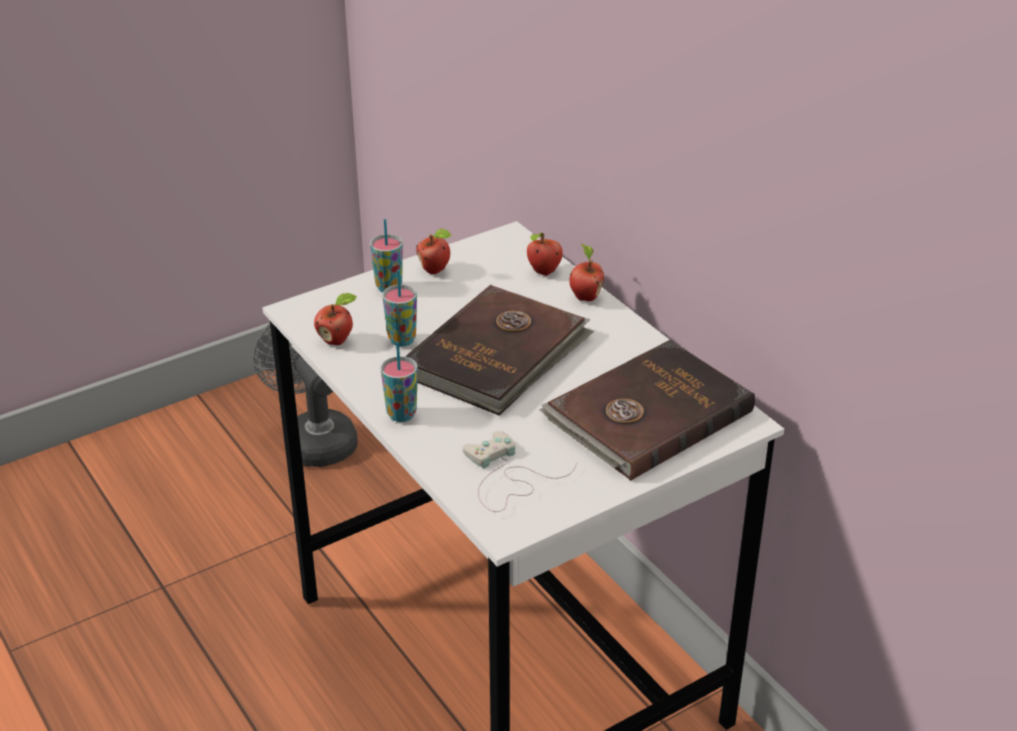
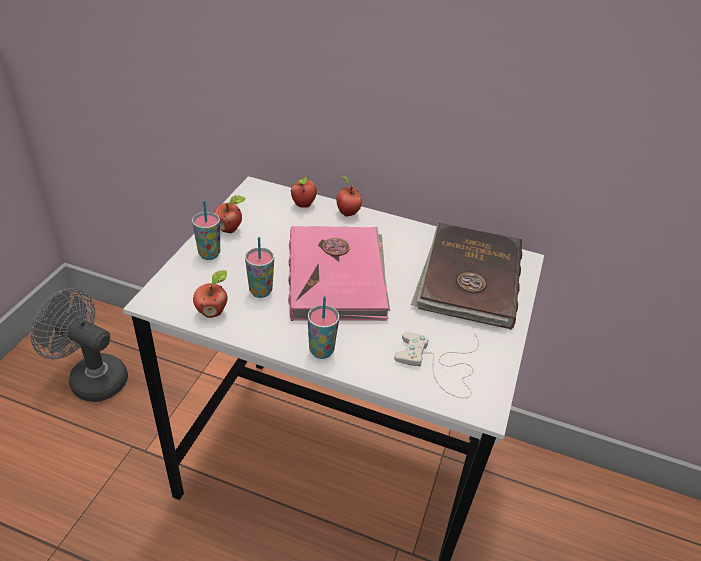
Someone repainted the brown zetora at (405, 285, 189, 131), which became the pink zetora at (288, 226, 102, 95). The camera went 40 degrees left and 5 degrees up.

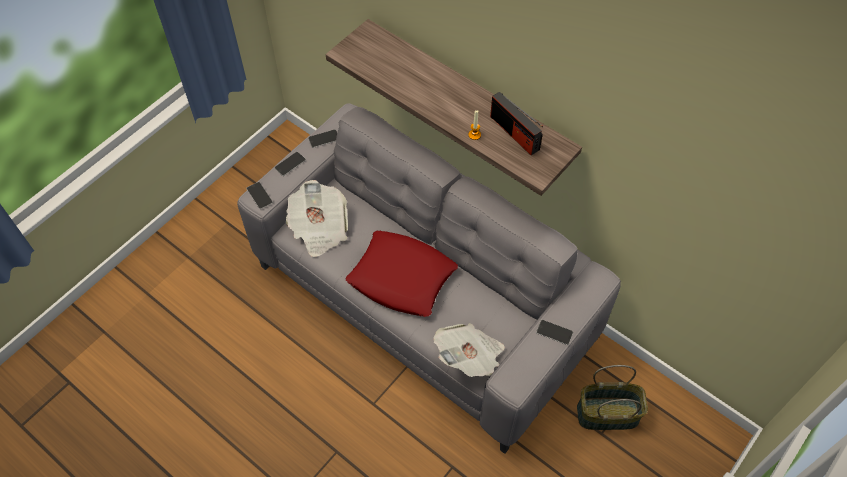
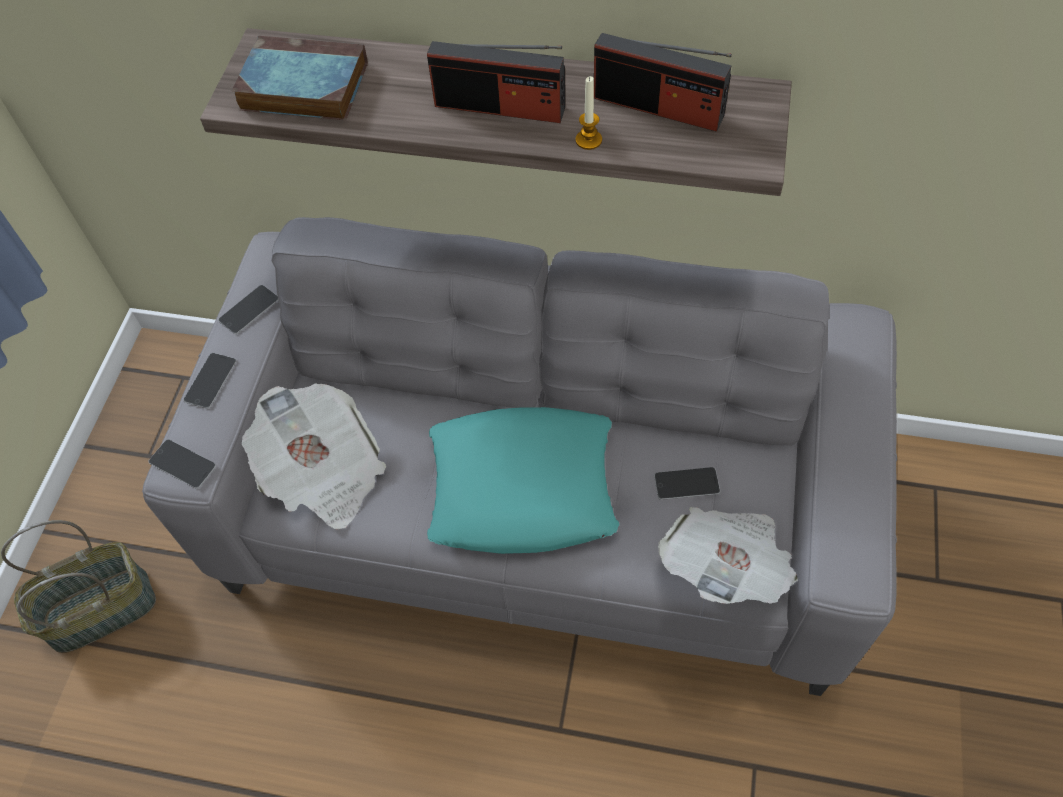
Someone carried the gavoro from (577, 365, 71, 65) to (1, 520, 155, 133). Someone put down the zetora at (232, 36, 136, 84). Someone put down the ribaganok at (427, 41, 138, 82). Someone repainted the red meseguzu at (346, 231, 112, 86), which became the turquoise meseguzu at (427, 407, 192, 147). Someone carried the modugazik from (536, 320, 37, 25) to (654, 467, 66, 33). The camera went 25 degrees left and 0 degrees up.

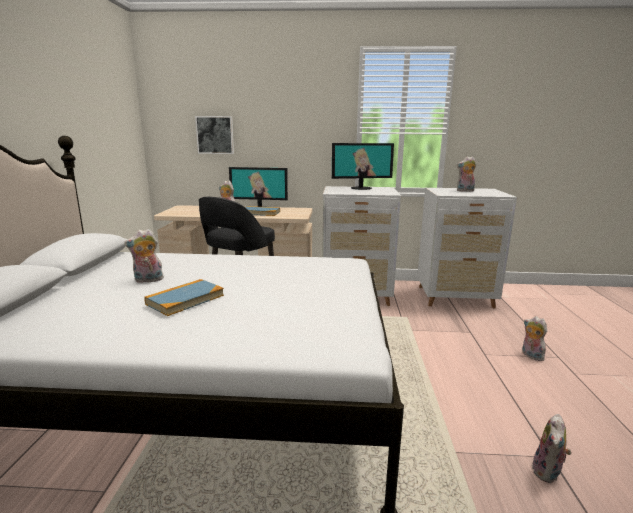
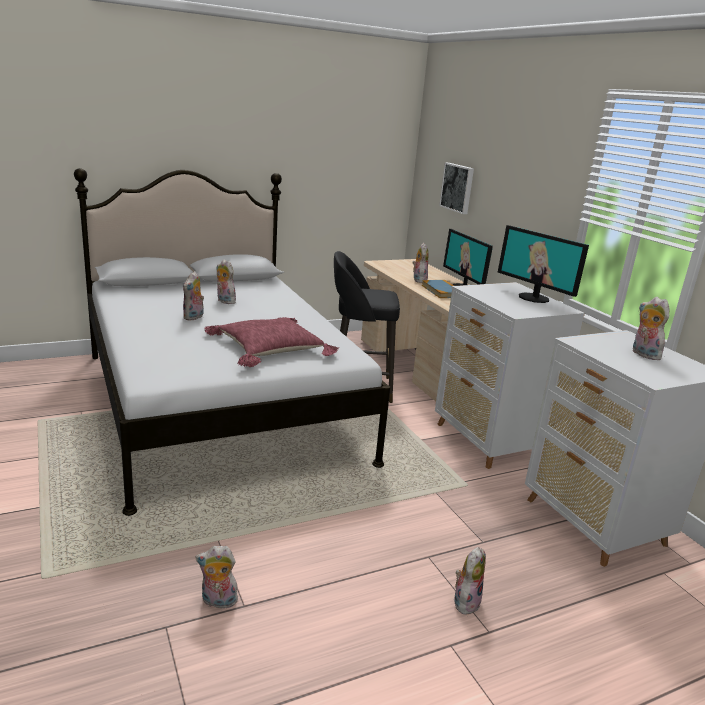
Someone swapped the zetora at (144, 279, 80, 37) for the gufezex at (183, 271, 21, 50). Someone put down the red meseguzu at (204, 317, 134, 50). The camera went 60 degrees right and 5 degrees up.

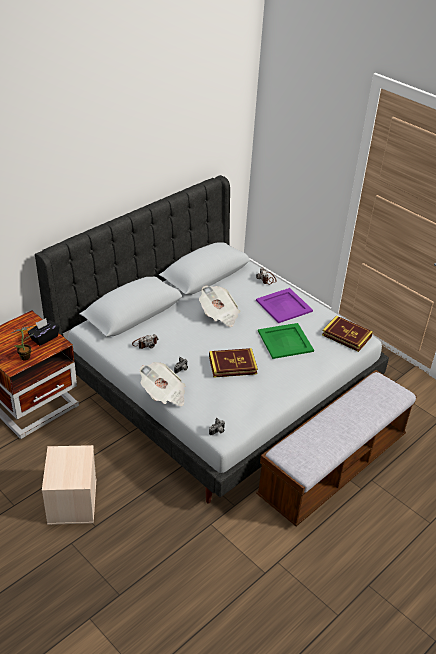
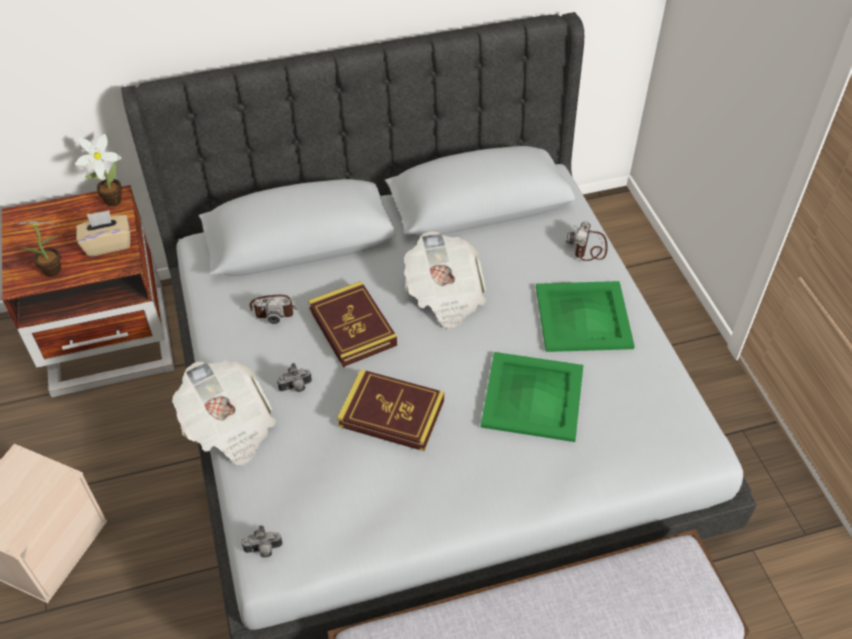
Someone put down the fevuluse at (75, 134, 47, 73). Someone repainted the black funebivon at (28, 318, 32, 28), which became the beige funebivon at (76, 210, 54, 47). Someone carried the zetora from (322, 316, 51, 36) to (308, 281, 89, 86). Someone repainted the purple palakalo at (256, 288, 57, 35), which became the green palakalo at (536, 281, 99, 71). The camera went 30 degrees right and 10 degrees up.

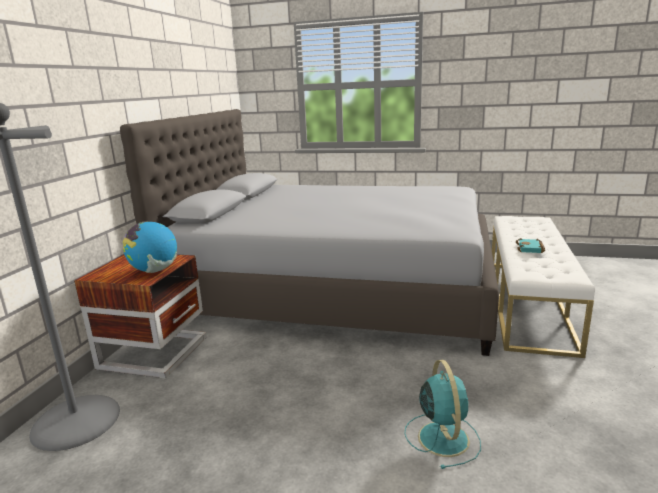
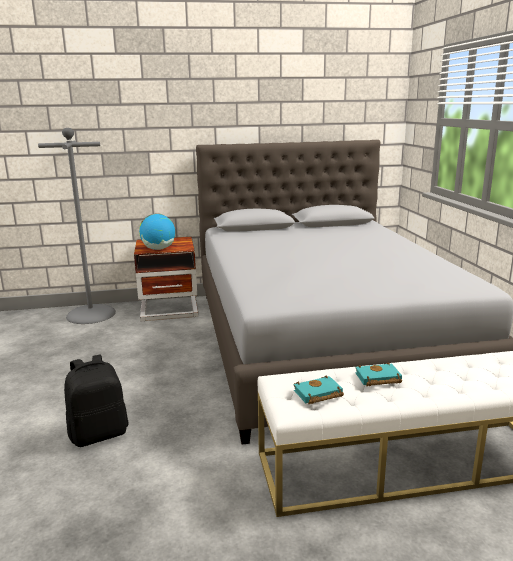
Someone swapped the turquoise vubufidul at (404, 360, 77, 109) for the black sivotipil at (64, 354, 65, 93). Someone put down the turquoise zetora at (293, 375, 51, 29). The camera went 65 degrees right and 0 degrees up.

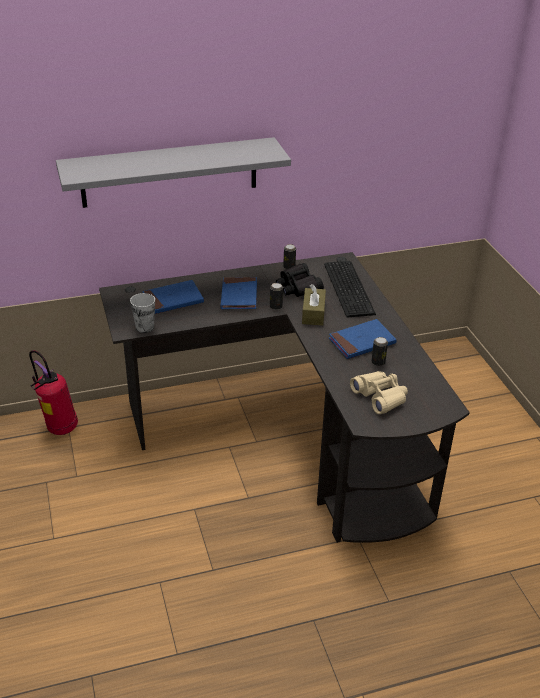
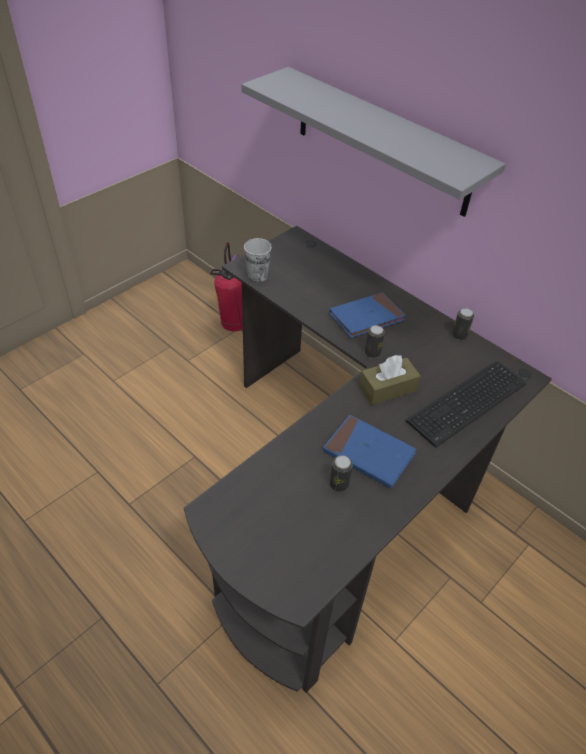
Someone took away the blue zetora at (142, 280, 62, 34). Someone took away the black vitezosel at (276, 263, 48, 34). Someone took away the beige vitezosel at (350, 371, 58, 43). The camera went 60 degrees right and 10 degrees up.

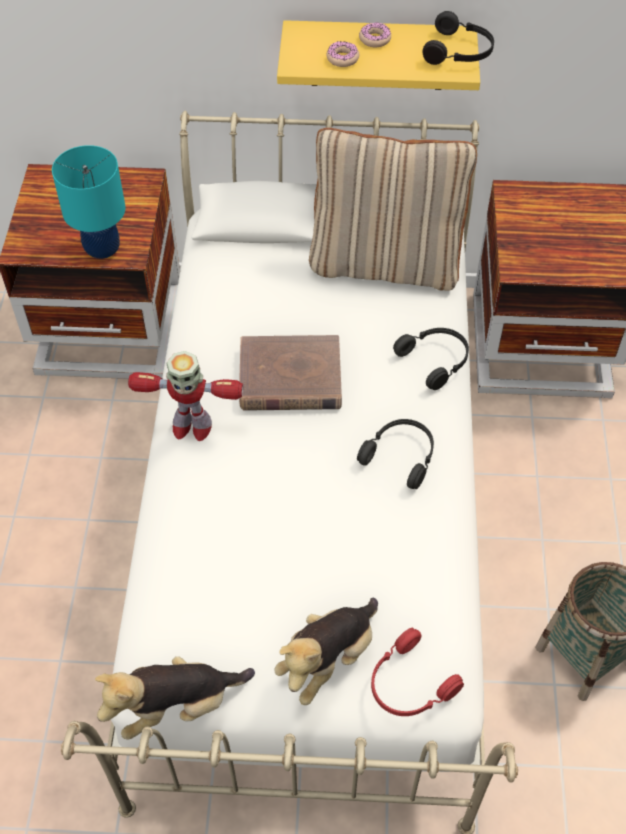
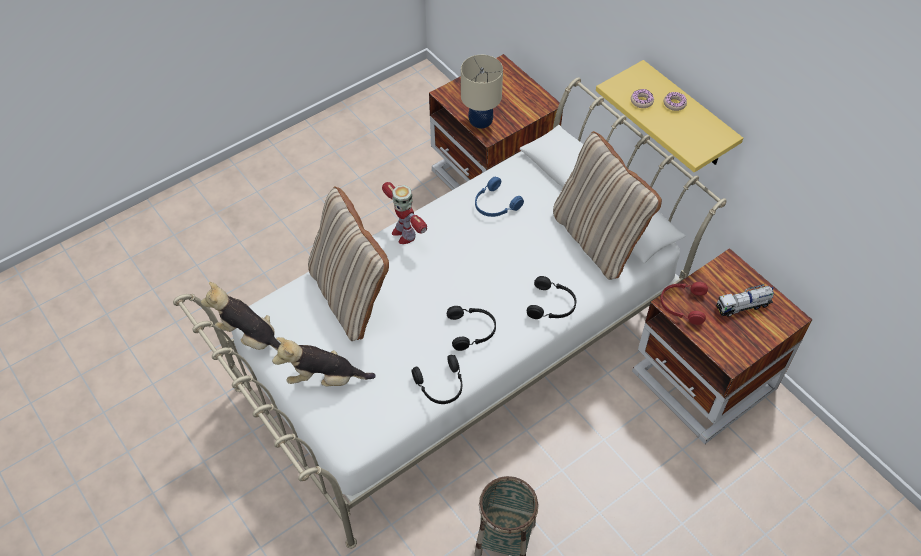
Someone put down the beige meseguzu at (308, 186, 81, 155). Someone carried the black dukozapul from (423, 11, 71, 54) to (411, 355, 51, 49). Someone repainted the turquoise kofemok at (52, 145, 74, 114), which became the beige kofemok at (461, 55, 42, 74). Someone put down the blue dukozapul at (475, 177, 49, 40). Someone carried the red dukozapul from (371, 628, 93, 88) to (660, 282, 48, 43). Someone put down the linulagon at (716, 284, 58, 33). Someone took away the brown zetora at (239, 335, 103, 76). The camera went 50 degrees right and 0 degrees up.

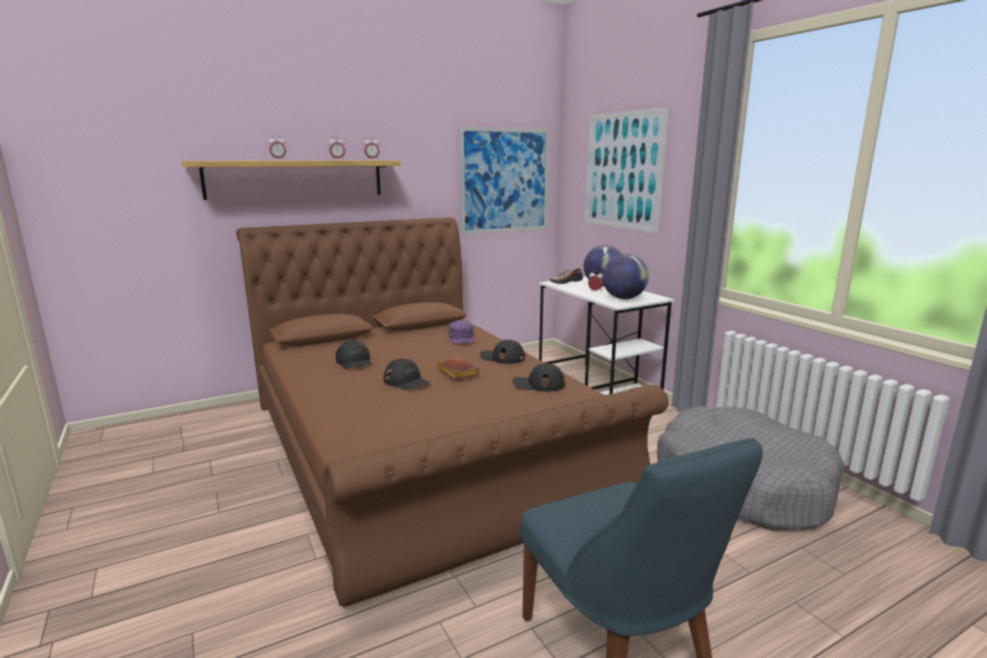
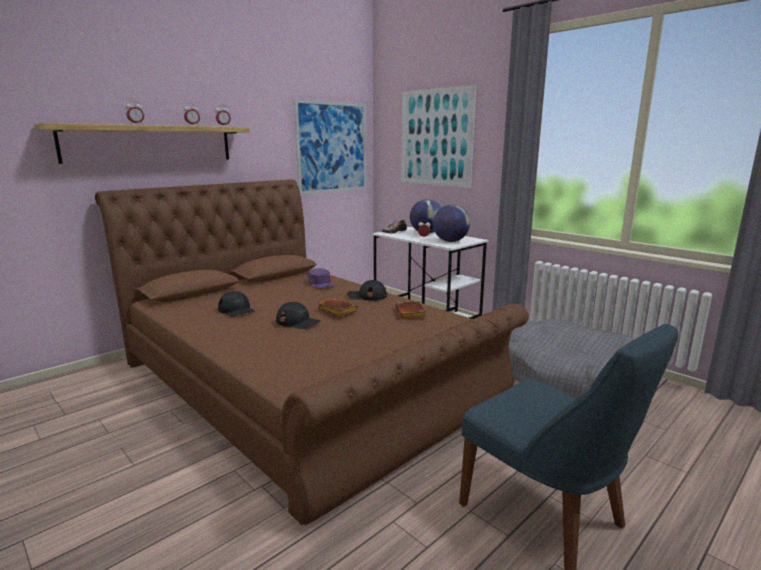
Someone swapped the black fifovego at (512, 363, 53, 29) for the brown zetora at (395, 301, 32, 18). The camera went 15 degrees left and 0 degrees up.

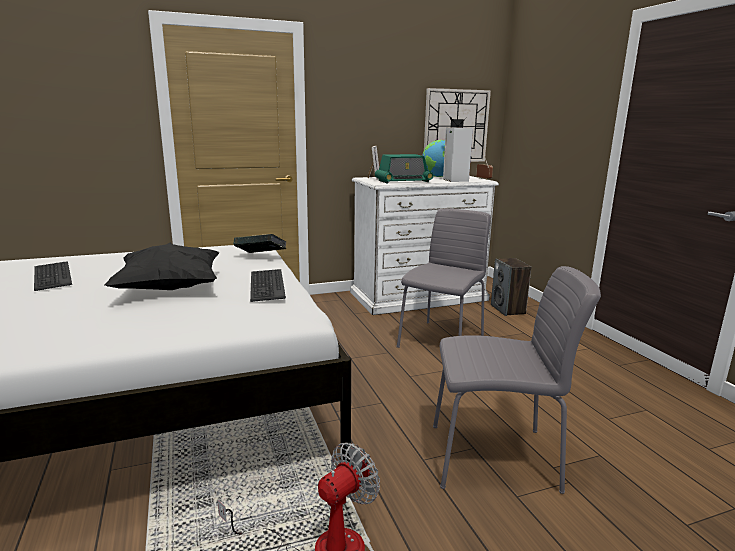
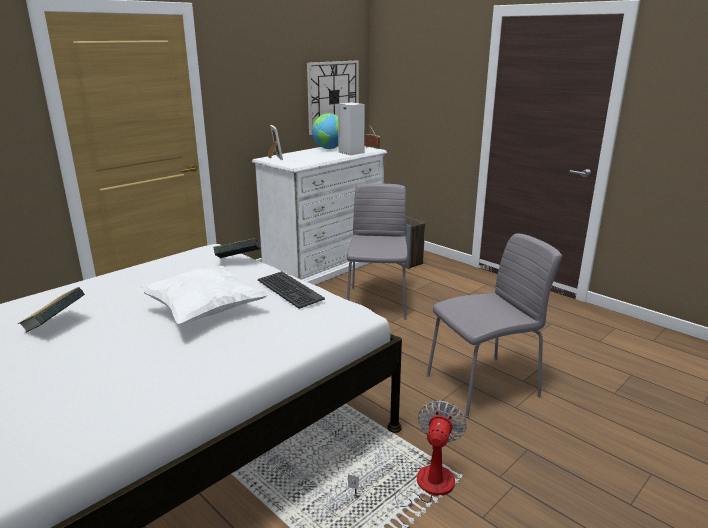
Someone swapped the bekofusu at (34, 261, 38, 30) for the zetora at (18, 287, 67, 46). Someone repainted the black meseguzu at (104, 243, 115, 47), which became the white meseguzu at (139, 266, 129, 58). Someone took away the ribaganok at (375, 154, 59, 30). The camera went 25 degrees left and 5 degrees up.

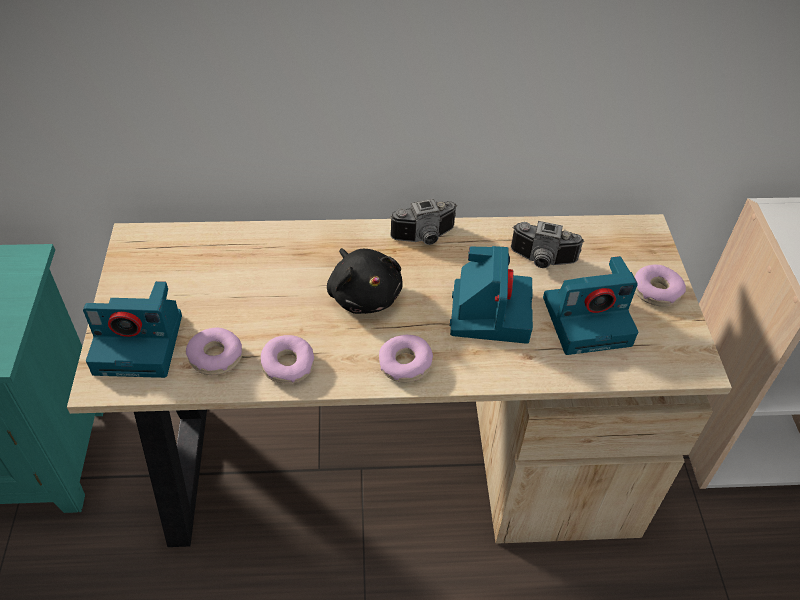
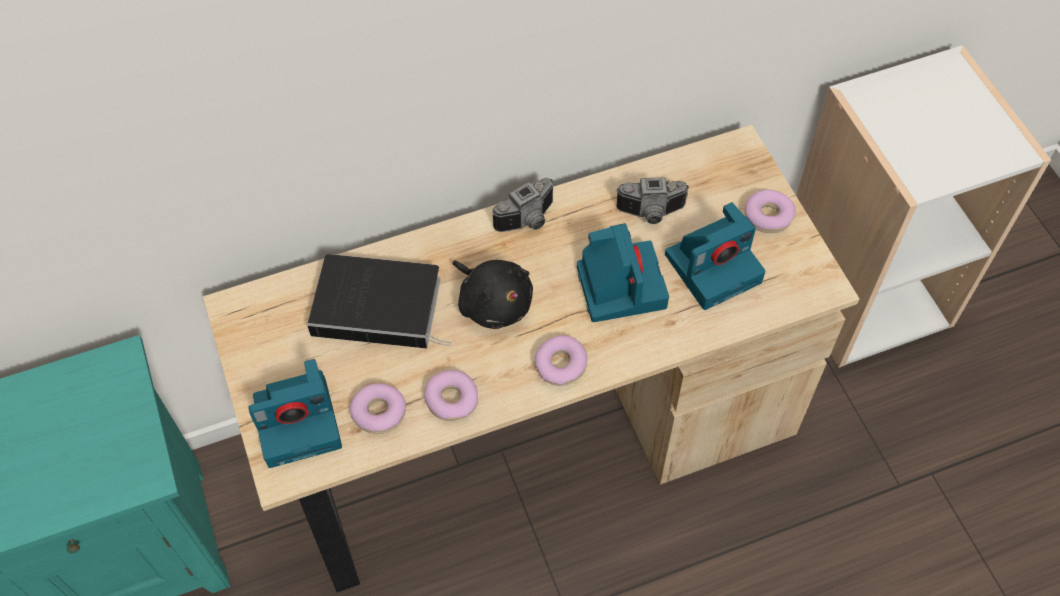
Someone put down the zetora at (307, 254, 145, 95). The camera went 15 degrees left and 10 degrees up.

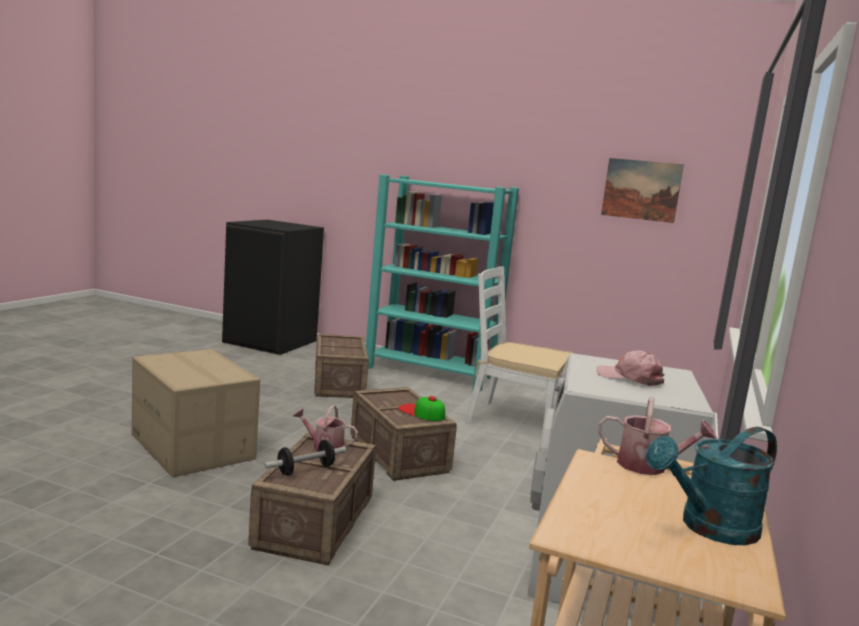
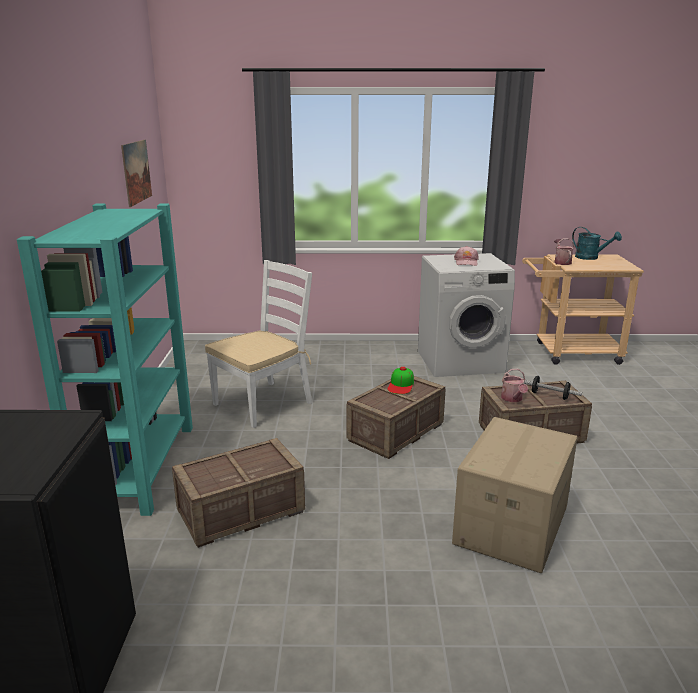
Someone rotated the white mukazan at (465, 267, 108, 157) by 135 degrees counterclockwise. The camera went 110 degrees left and 10 degrees up.

